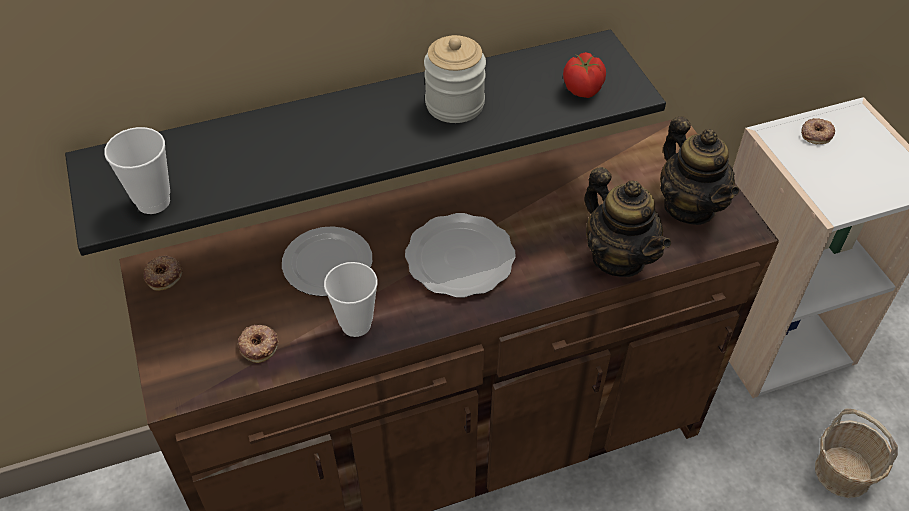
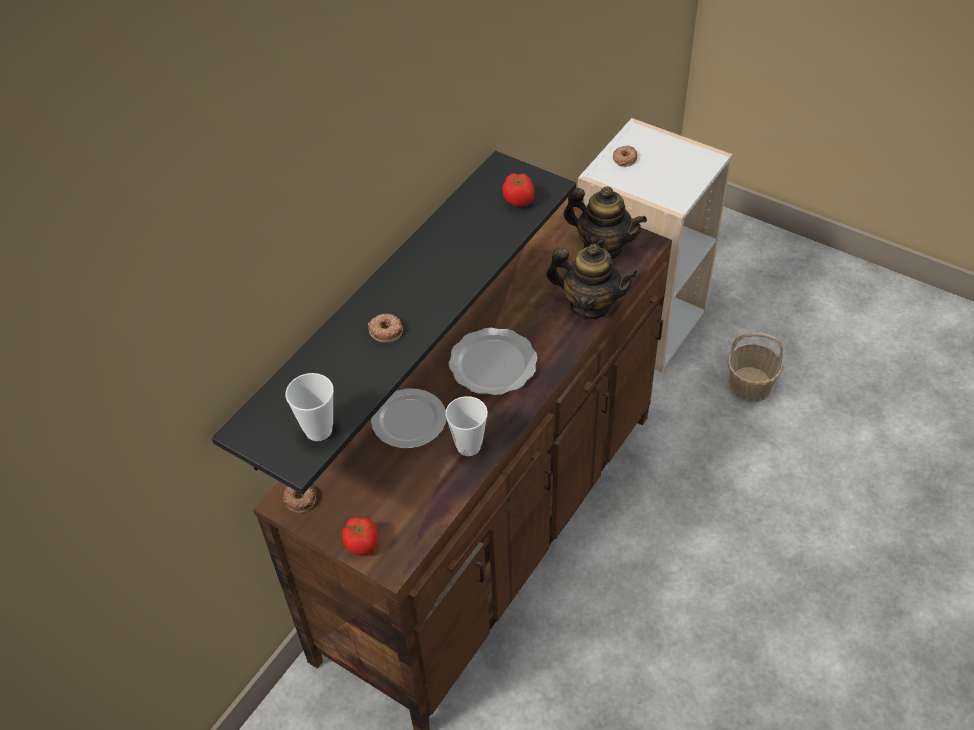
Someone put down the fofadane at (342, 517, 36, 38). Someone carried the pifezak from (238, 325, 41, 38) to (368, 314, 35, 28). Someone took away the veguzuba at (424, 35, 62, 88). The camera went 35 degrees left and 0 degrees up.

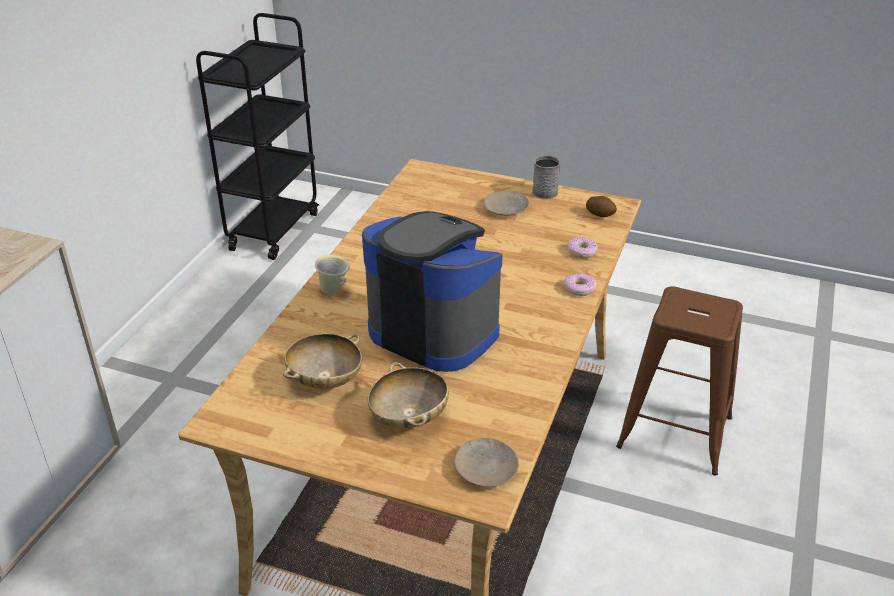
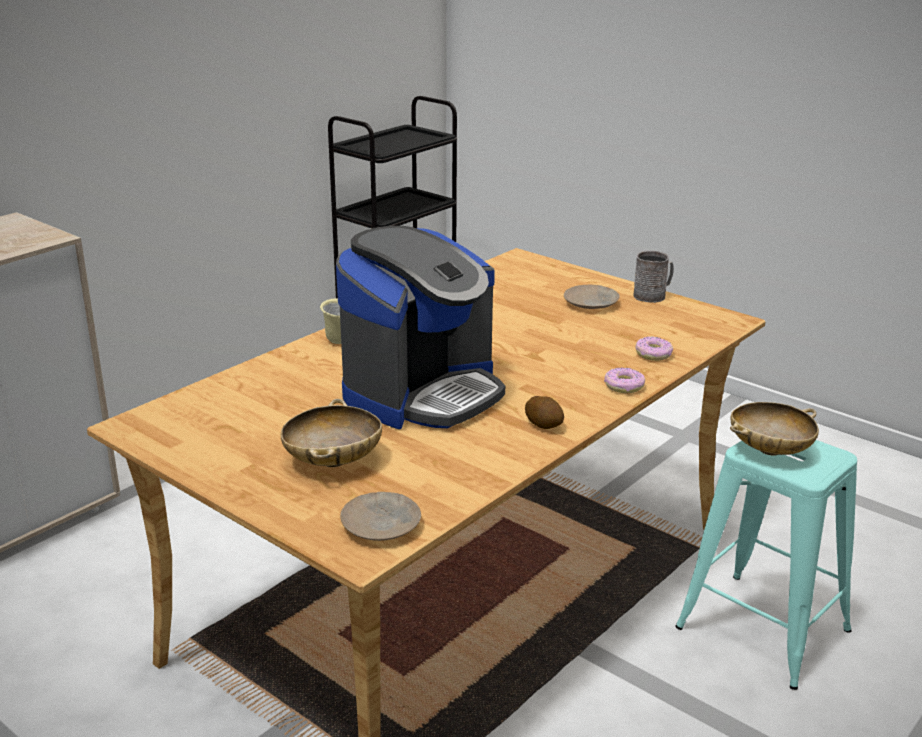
Someone rotated the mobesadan at (362, 211, 141, 161) by 75 degrees clockwise. Someone carried the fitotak from (586, 196, 31, 21) to (525, 396, 39, 33). Someone repainted the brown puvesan at (616, 286, 127, 190), which became the turquoise puvesan at (675, 440, 182, 250). Someone carried the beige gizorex from (283, 333, 79, 56) to (730, 402, 89, 54). The camera went 20 degrees right and 10 degrees down.

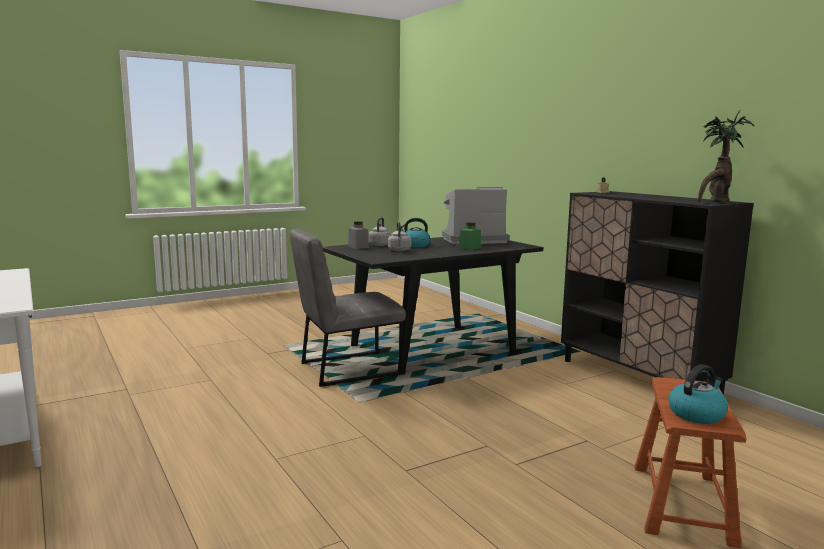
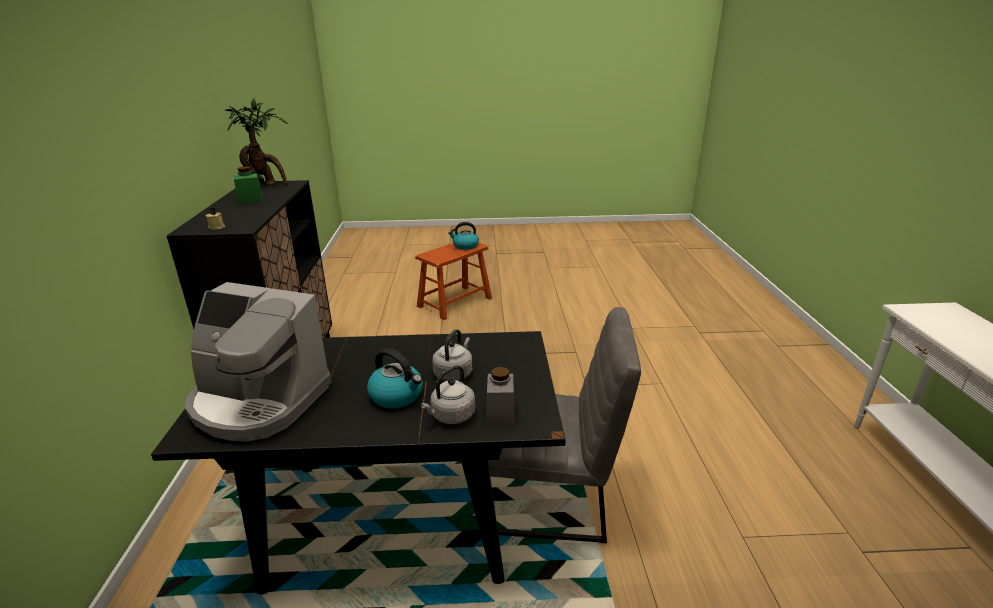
Someone carried the green veguzuba from (459, 222, 22, 28) to (234, 167, 29, 37). The camera went 150 degrees left and 15 degrees up.

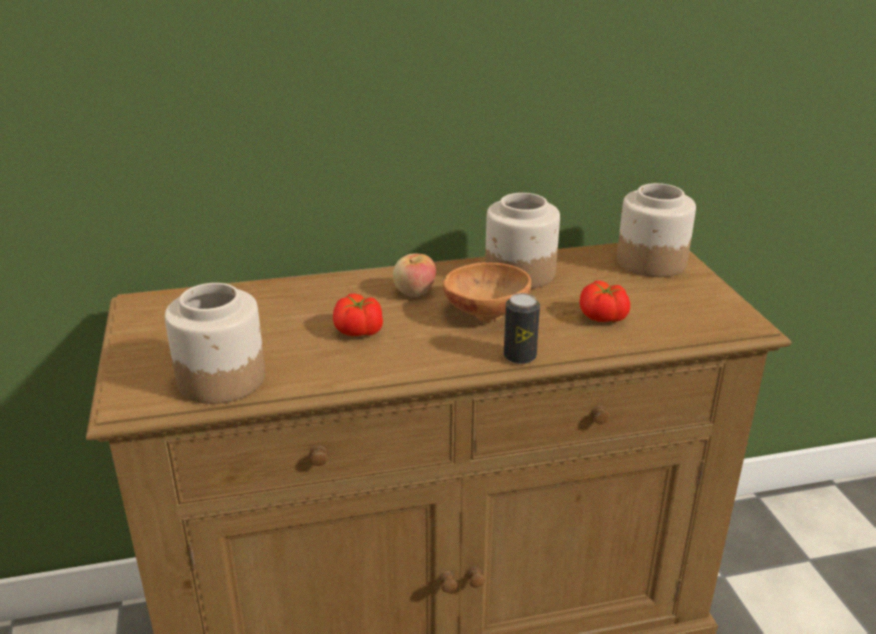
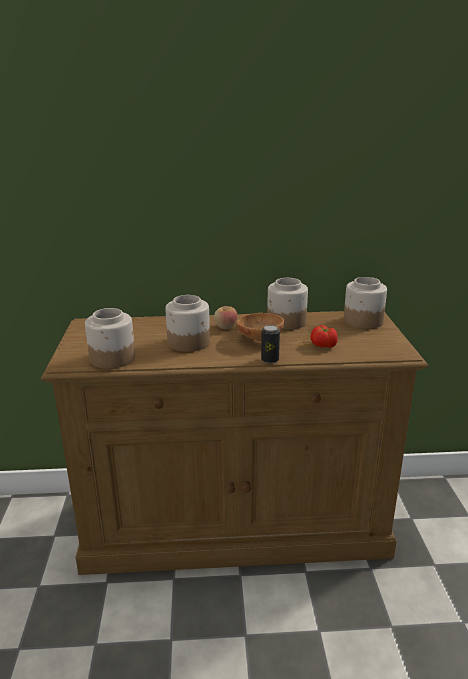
Someone swapped the fofadane at (333, 293, 50, 43) for the veguzuba at (165, 295, 45, 57). The camera went 10 degrees right and 5 degrees down.

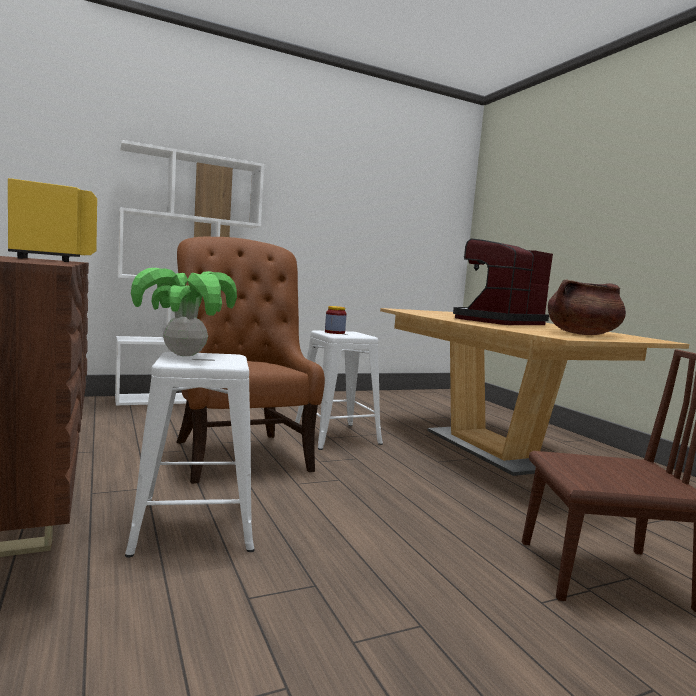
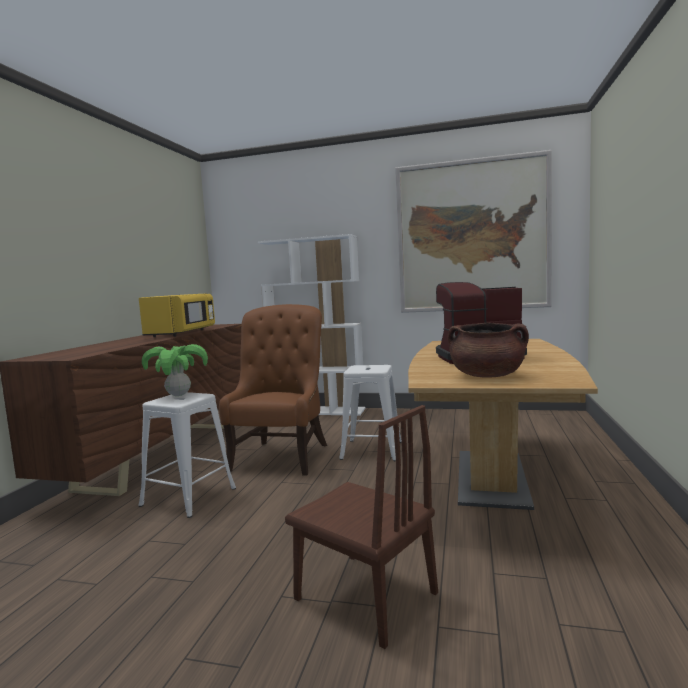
Someone put up the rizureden at (395, 150, 157, 163). Someone took away the veguzuba at (325, 306, 22, 28). The camera went 40 degrees right and 0 degrees up.

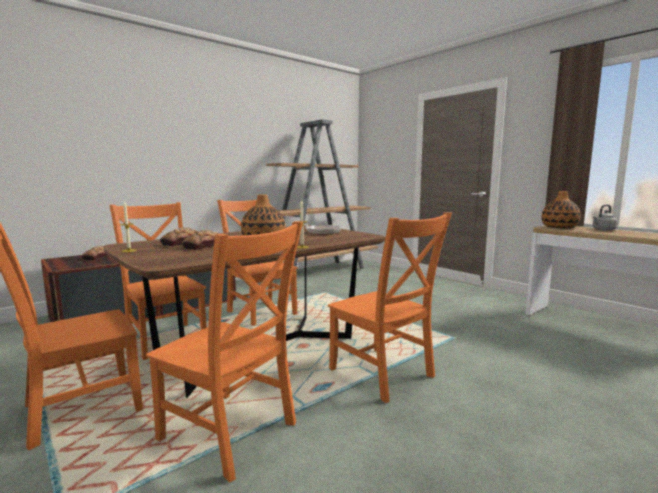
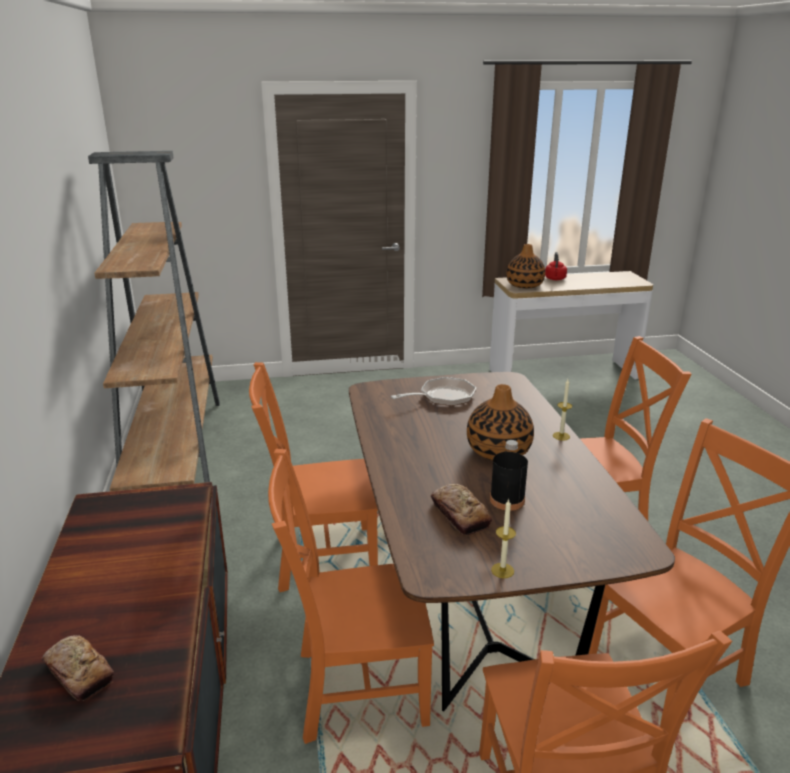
Someone swapped the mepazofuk at (182, 230, 38, 20) for the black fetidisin at (490, 440, 38, 71). Someone repainted the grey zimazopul at (593, 205, 25, 26), which became the red zimazopul at (545, 252, 22, 28). The camera went 60 degrees left and 15 degrees up.

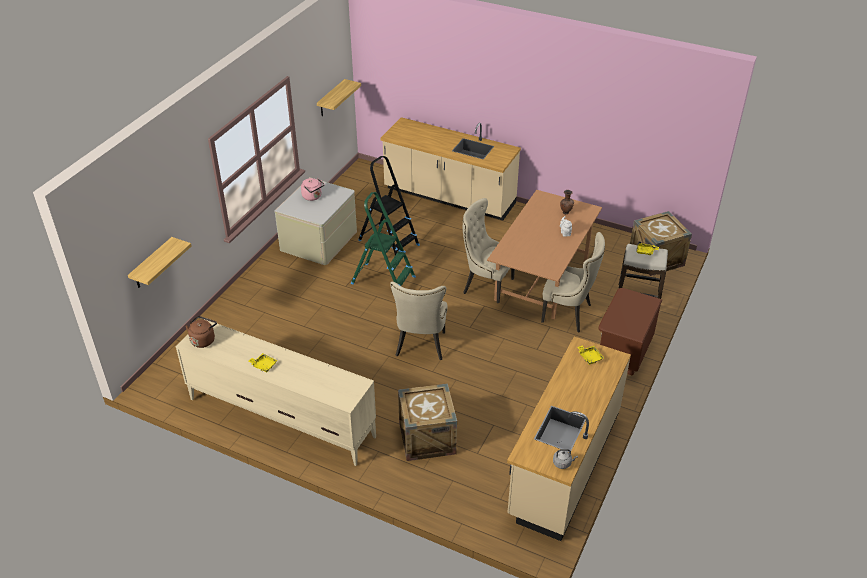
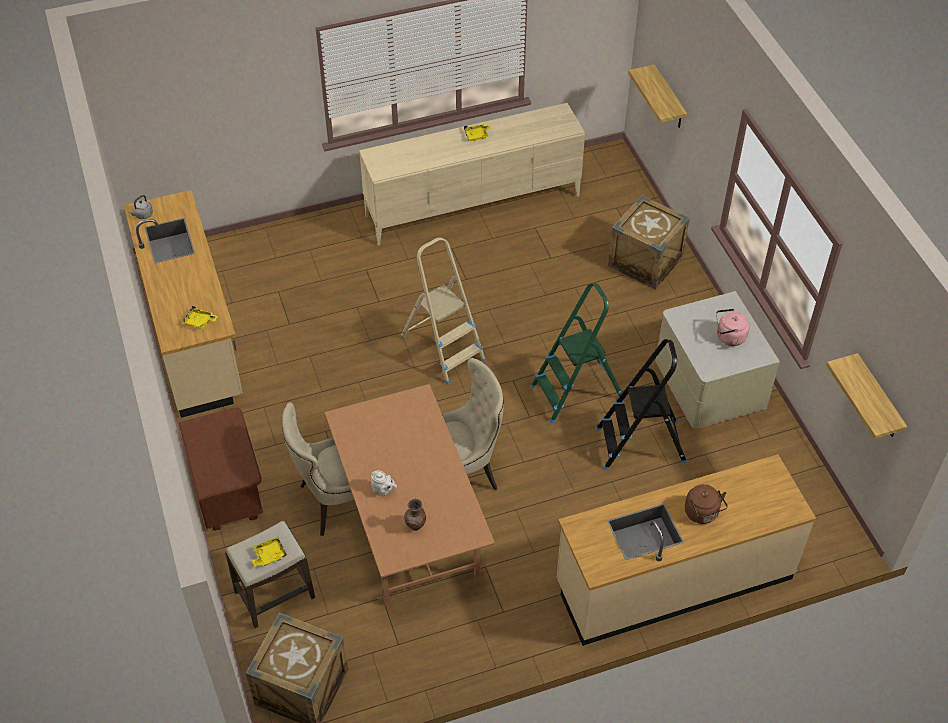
Someone swapped the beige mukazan at (390, 282, 58, 78) for the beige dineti at (401, 238, 85, 147). Someone carried the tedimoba from (398, 383, 59, 78) to (608, 195, 82, 95). Someone carried the brown zimazopul from (185, 316, 32, 32) to (685, 484, 43, 40). The camera went 135 degrees right and 10 degrees up.

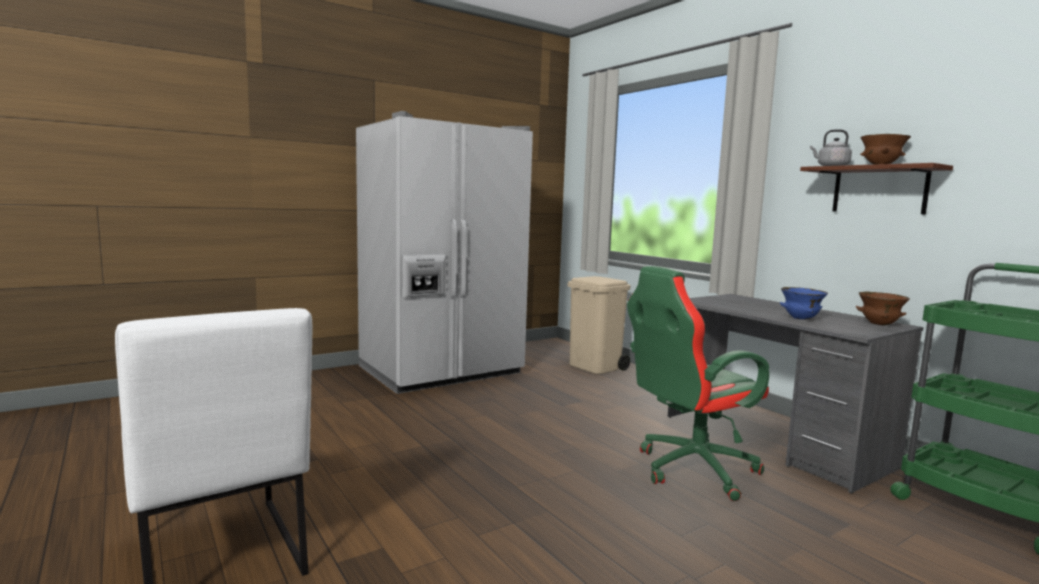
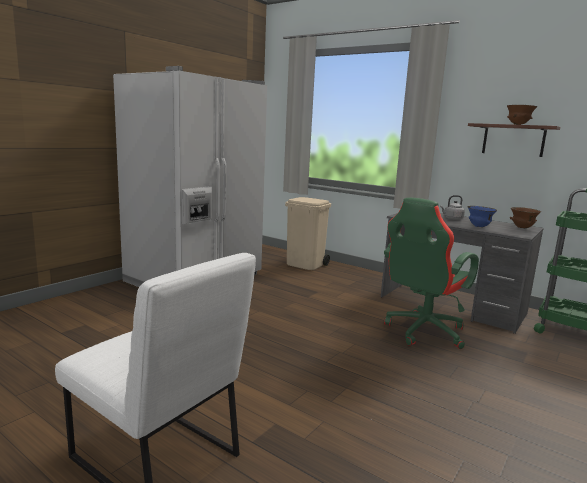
Someone carried the grey zimazopul from (810, 129, 42, 37) to (440, 195, 25, 25). The camera went 20 degrees left and 5 degrees up.

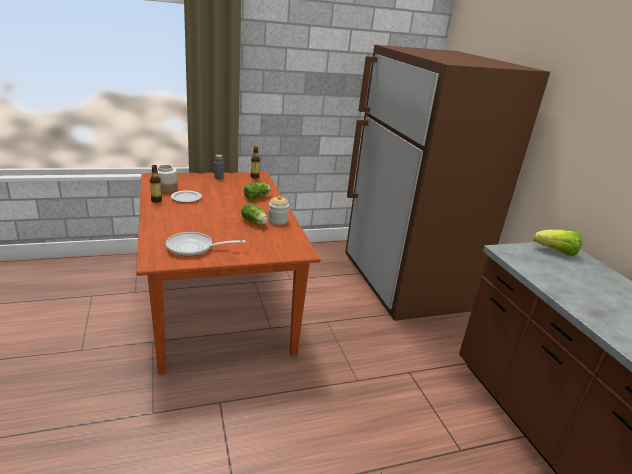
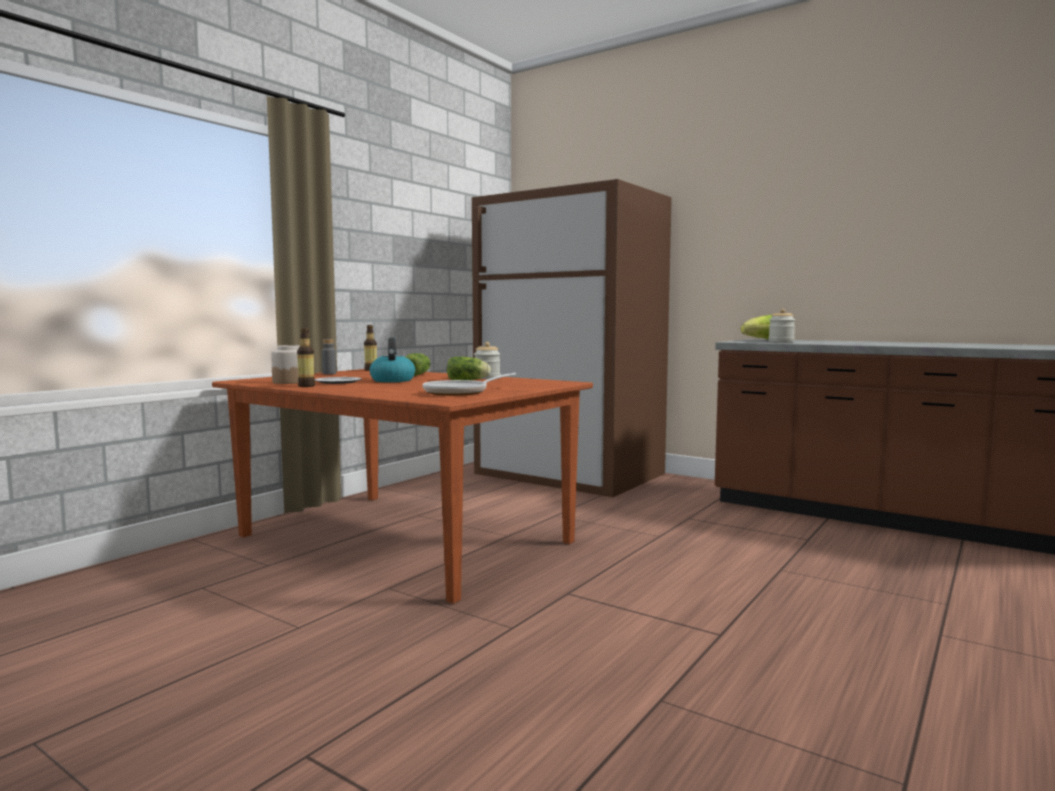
Someone put down the zimazopul at (369, 338, 46, 44). Someone put down the veguzuba at (769, 309, 26, 33). The camera went 35 degrees left and 20 degrees down.

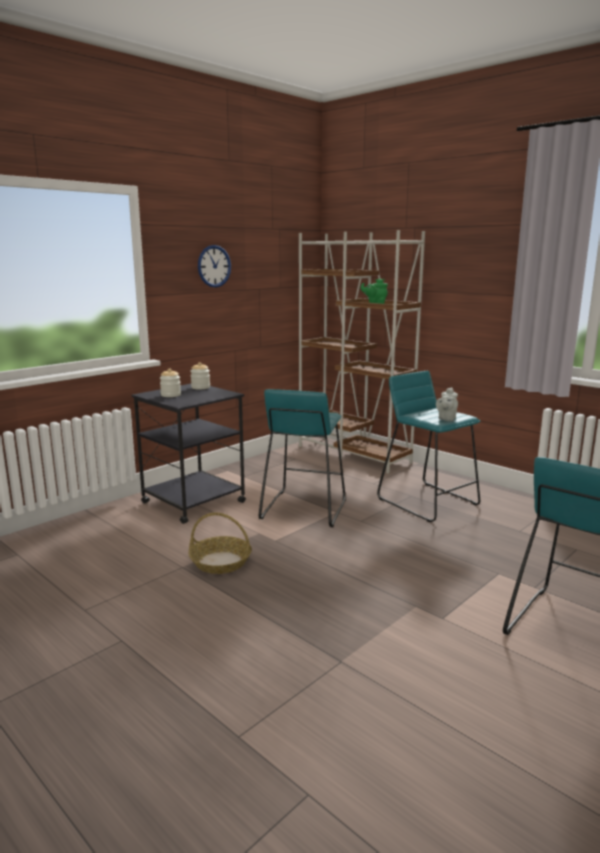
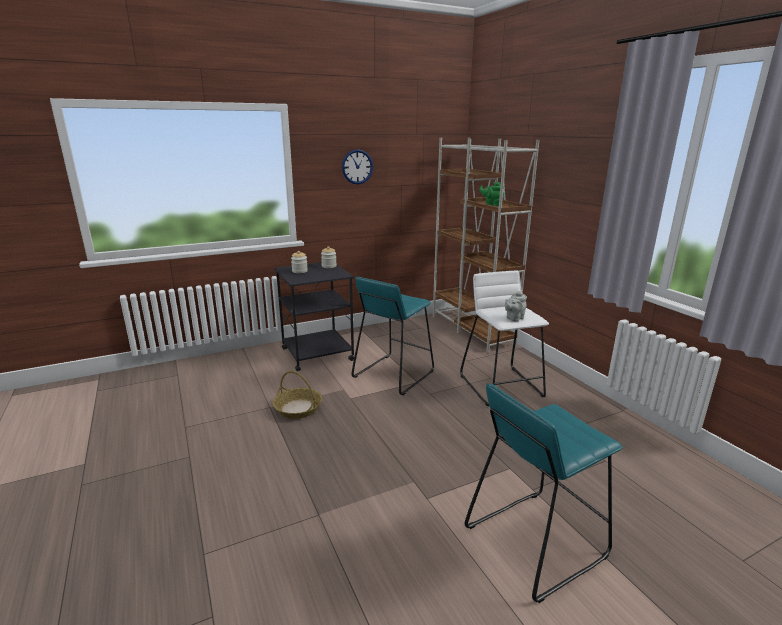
Someone repainted the turquoise puvesan at (377, 371, 104, 151), which became the white puvesan at (460, 271, 89, 135). The camera went 20 degrees right and 5 degrees up.

